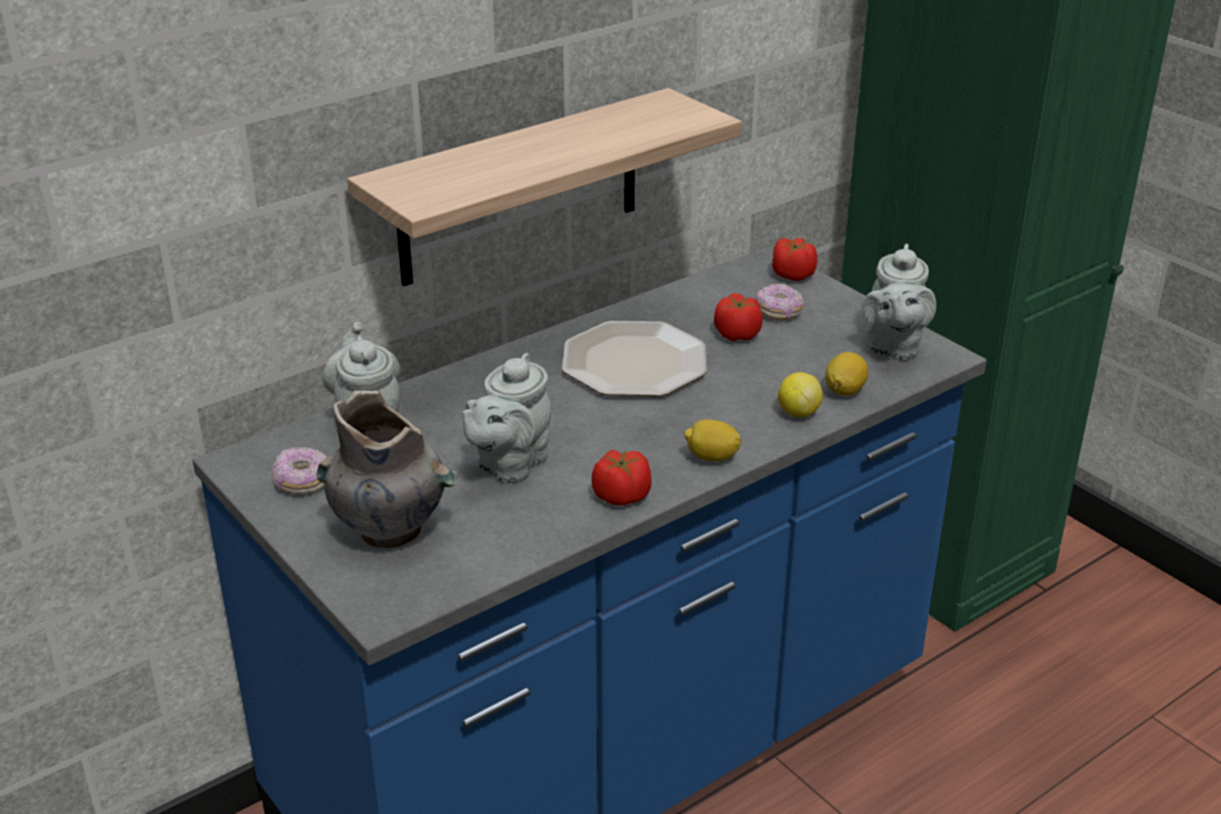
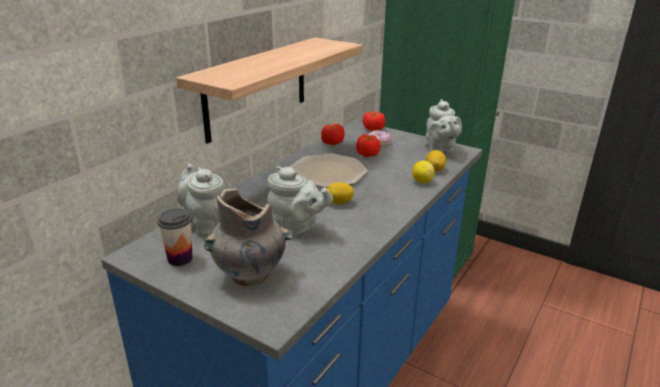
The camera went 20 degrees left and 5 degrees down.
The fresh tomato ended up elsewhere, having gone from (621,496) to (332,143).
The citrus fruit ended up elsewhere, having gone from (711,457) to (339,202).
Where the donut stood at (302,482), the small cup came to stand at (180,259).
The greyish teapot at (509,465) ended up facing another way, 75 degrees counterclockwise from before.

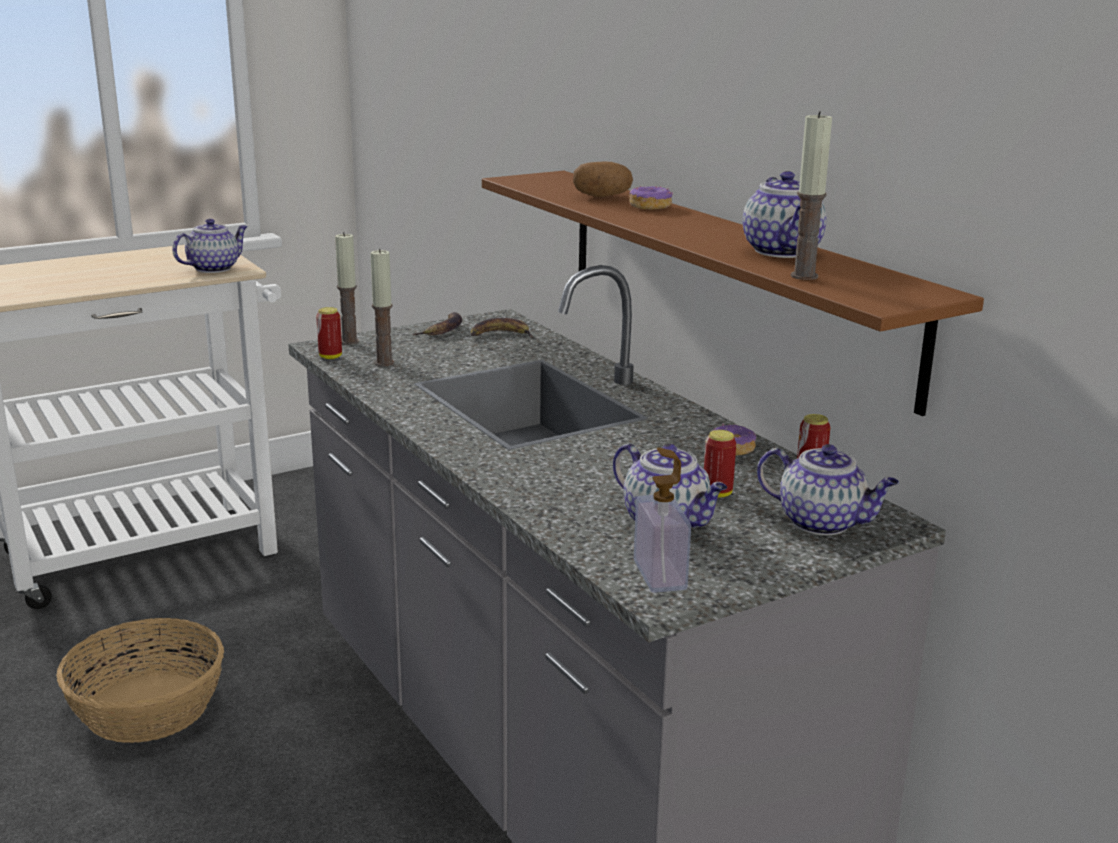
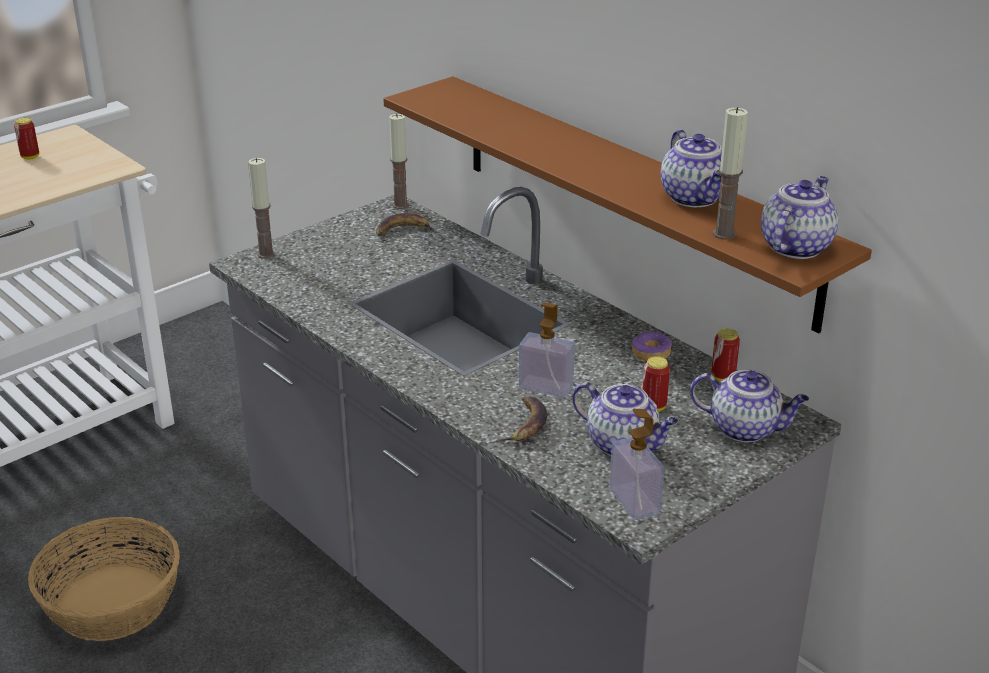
The camera went 10 degrees left and 10 degrees up.
The second view lost the whole potato at (602,196).
The second view lost the donut at (650,206).
The second view gained the soap dispenser at (546,387).
The teapot ended up elsewhere, having gone from (214,268) to (795,246).
The metal can ended up elsewhere, having gone from (330,357) to (30,157).
The wax candle ended up elsewhere, having gone from (384,363) to (400,205).
The whole banana ended up elsewhere, having gone from (442,329) to (525,424).

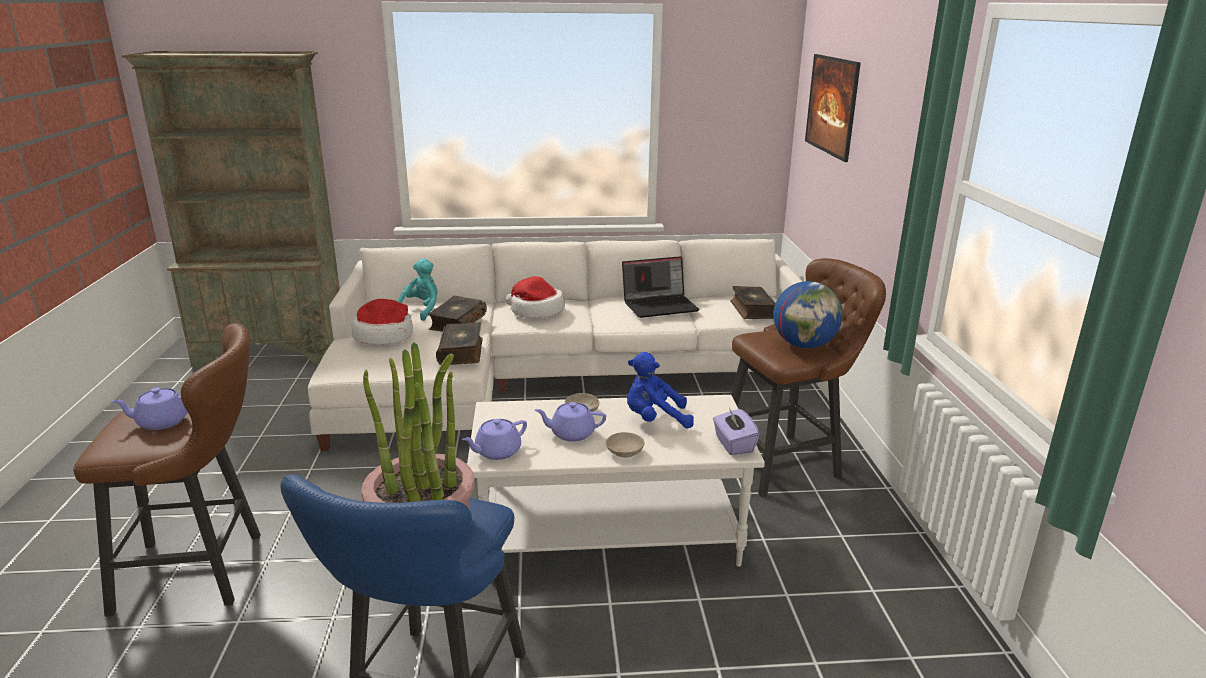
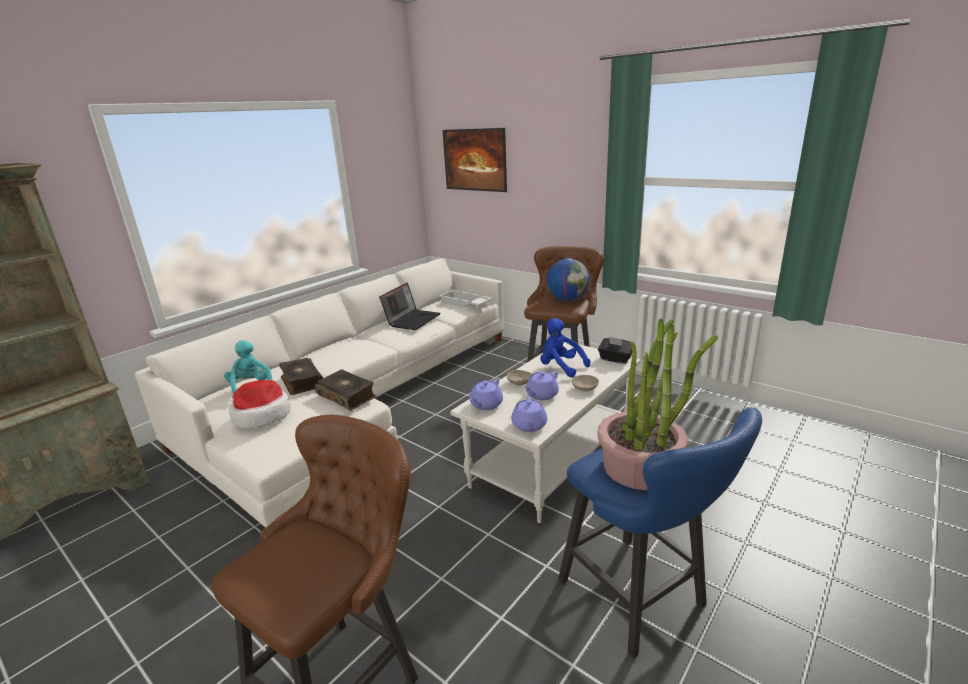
The camera went 45 degrees left and 0 degrees up.
The second view lost the wearable hat at (536,311).
The purple-coloured teapot ended up elsewhere, having gone from (161,422) to (486,405).
Where the volume stood at (752,310), the whitish carrying tray came to stand at (464,303).
What was the purple-coloured box of tissues at (733,444) turned into the black-coloured box of tissues at (615,359).
The bluish soft toy at (655,420) ended up facing another way, 90 degrees clockwise from before.

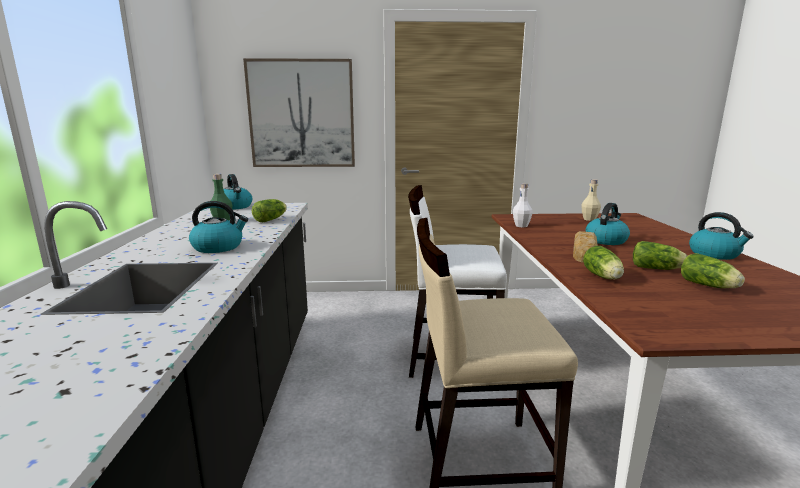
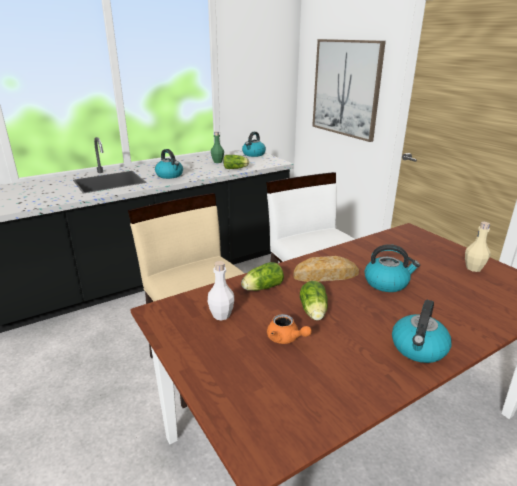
The camera went 60 degrees right and 10 degrees up.
The whitish bottle ended up elsewhere, having gone from (521,226) to (221,315).
Where the head of lettuce stood at (709,286), the orangey teapot came to stand at (286,339).

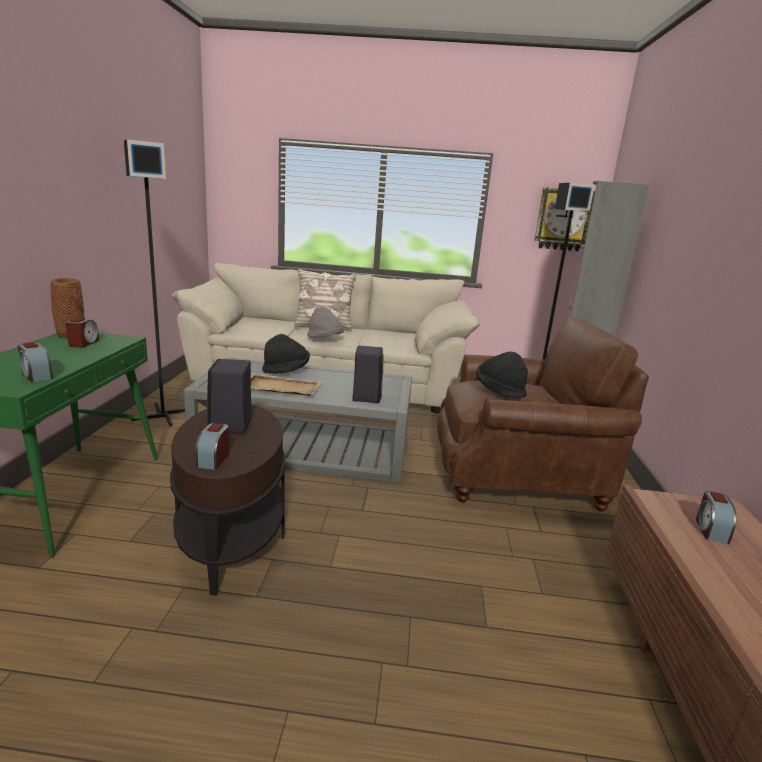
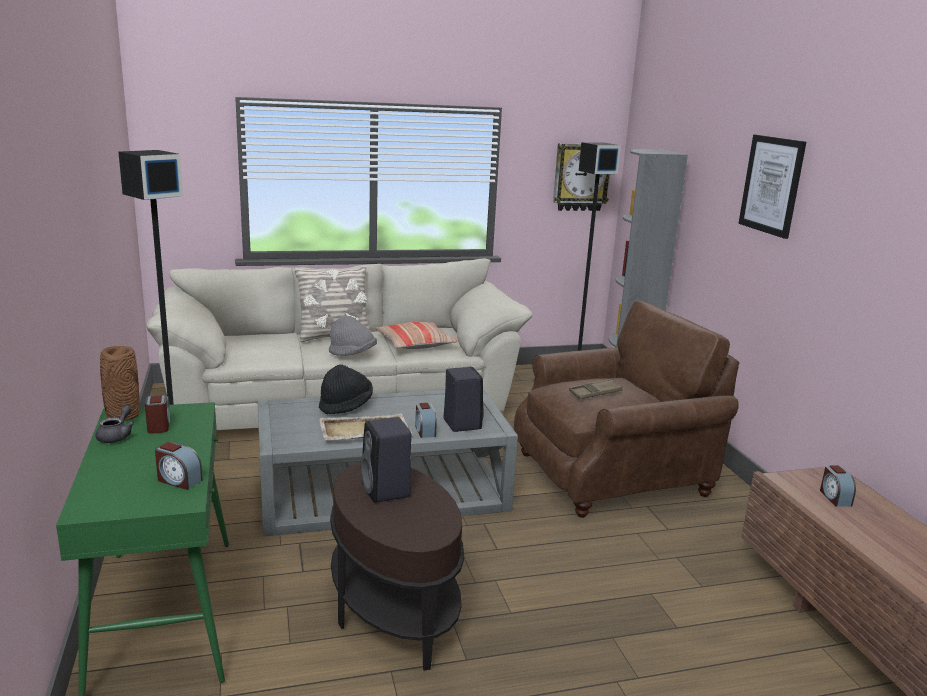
The camera went 20 degrees left and 0 degrees up.
The second view gained the greyish teapot at (117,436).
The second view gained the pillow at (415,344).
The second view gained the wall art at (771,185).
The table clock ended up elsewhere, having gone from (213,459) to (425,431).
Where the black-coloured wearable hat stood at (499,390), the brown-coloured carrying tray came to stand at (595,393).

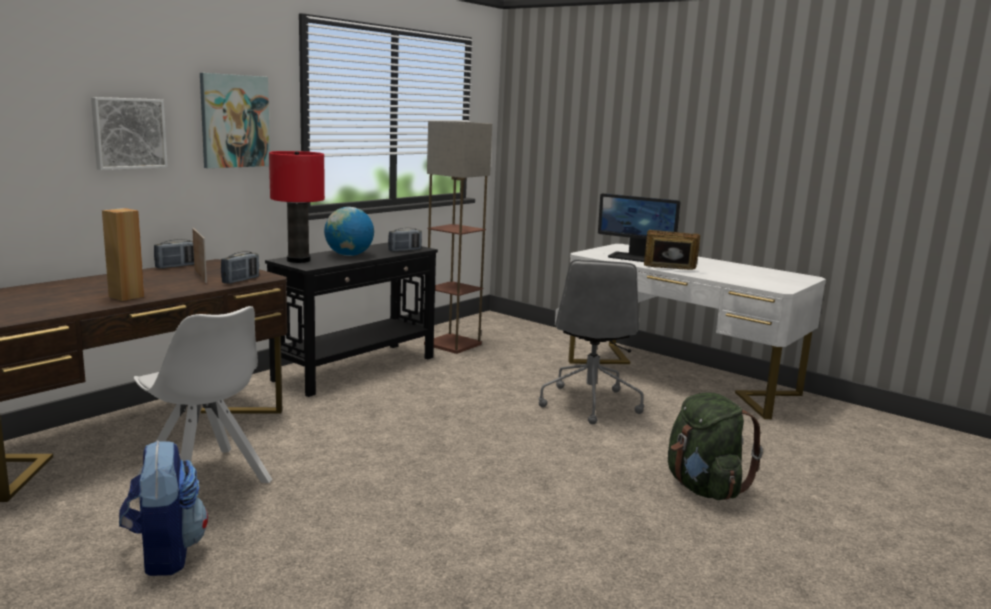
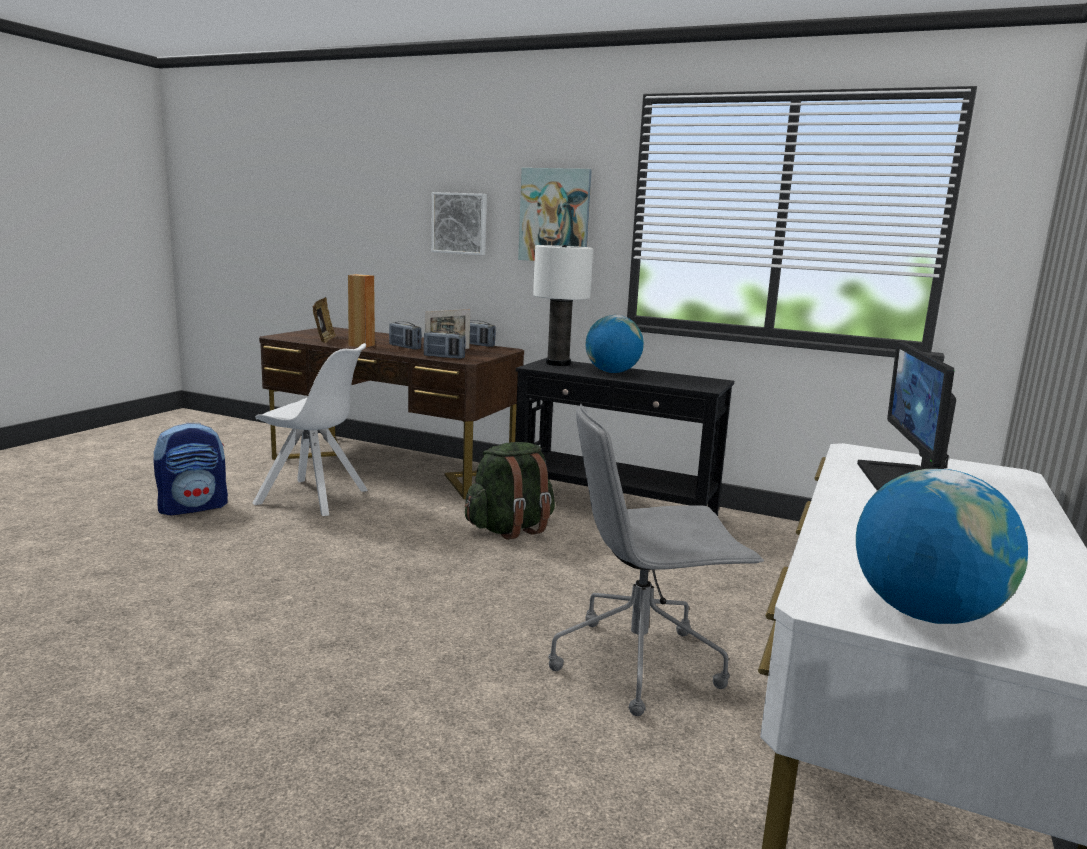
The camera went 75 degrees right and 0 degrees up.
The second view lost the floor lamp at (454,344).
The second view gained the globe at (925,614).
The radio set ended up elsewhere, having gone from (405,250) to (405,347).
The picture frame ended up elsewhere, having gone from (669,269) to (324,340).
The greenish rucksack ended up elsewhere, having gone from (703,488) to (510,528).
What was the reddish table lamp at (298,260) turned into the whitish table lamp at (558,363).
The whitish chair at (205,479) ended up facing another way, 105 degrees counterclockwise from before.

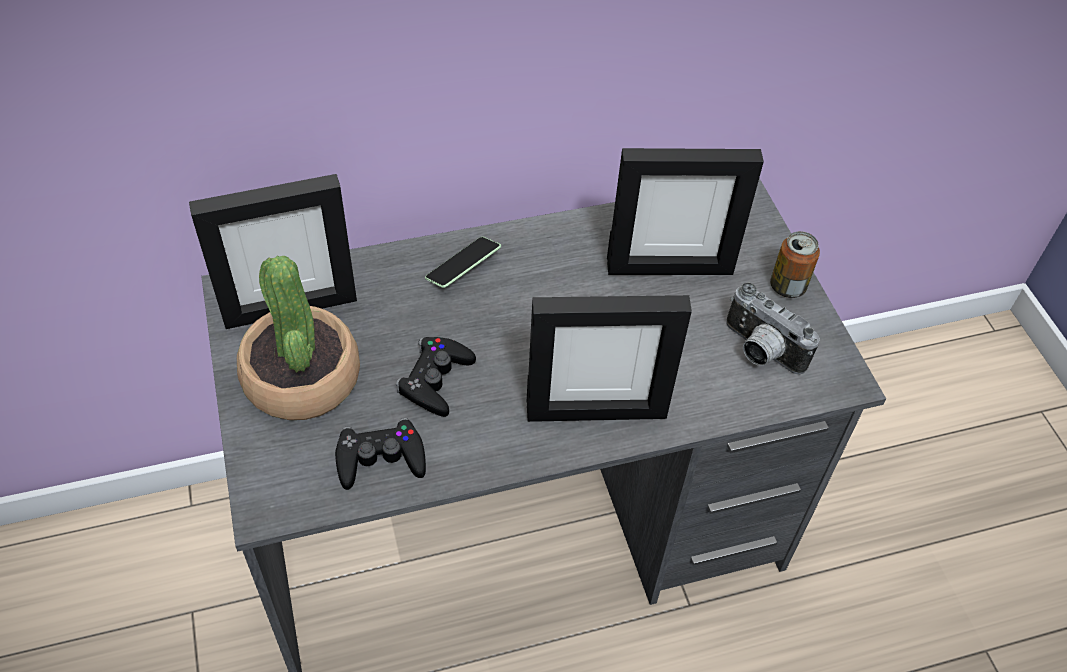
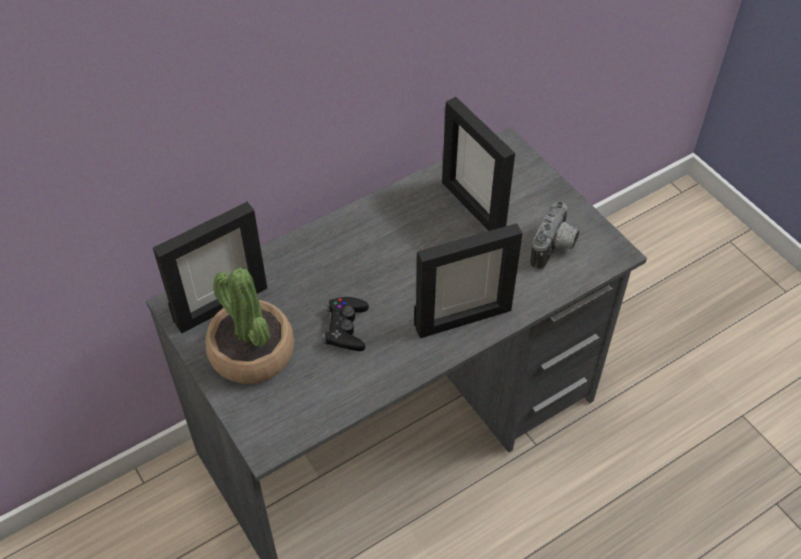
The camera went 15 degrees left and 0 degrees up.
The second view lost the black-coloured game controller at (380,459).
The second view lost the phone at (463,269).
The second view lost the metal can at (787,286).
The picture frame at (669,266) ended up facing another way, 75 degrees clockwise from before.
The photo camera at (759,351) ended up facing another way, 90 degrees counterclockwise from before.

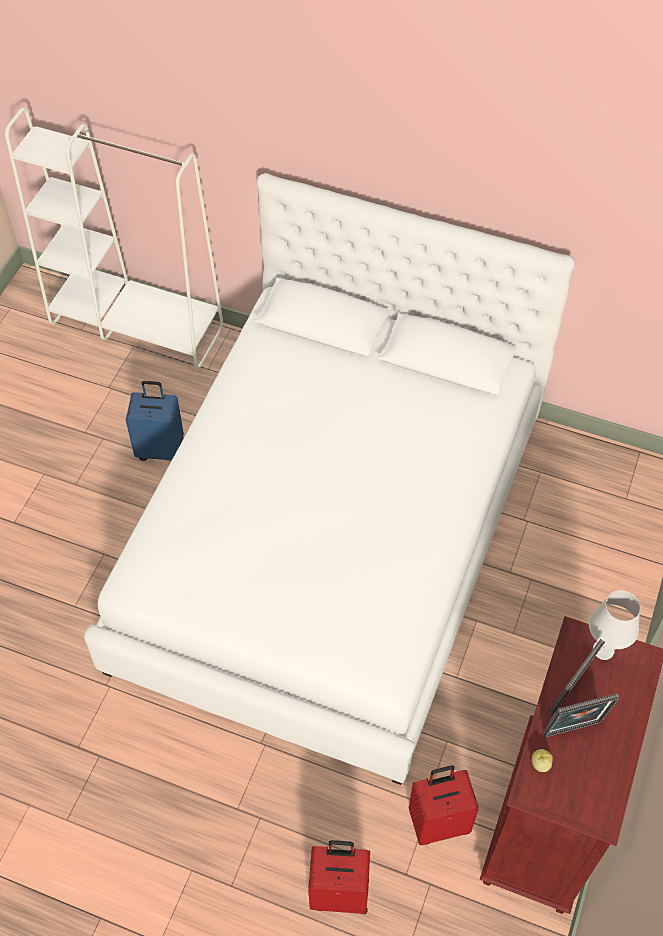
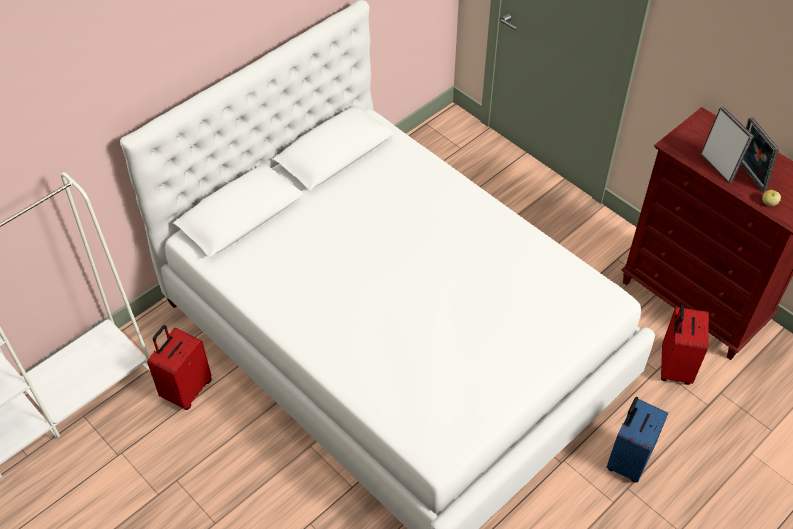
The camera went 65 degrees left and 5 degrees down.
The second view lost the whitish table lamp at (603,649).
The bluish travel case ended up elsewhere, having gone from (161,449) to (627,460).
The reddish travel case ended up elsewhere, having gone from (340,892) to (186,390).
The picture frame at (573,731) ended up facing another way, 150 degrees clockwise from before.

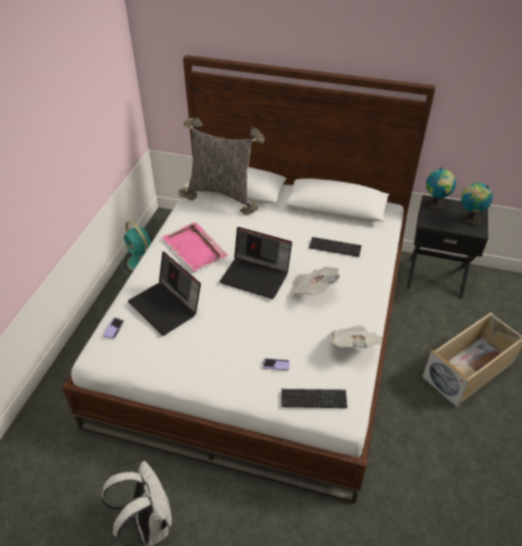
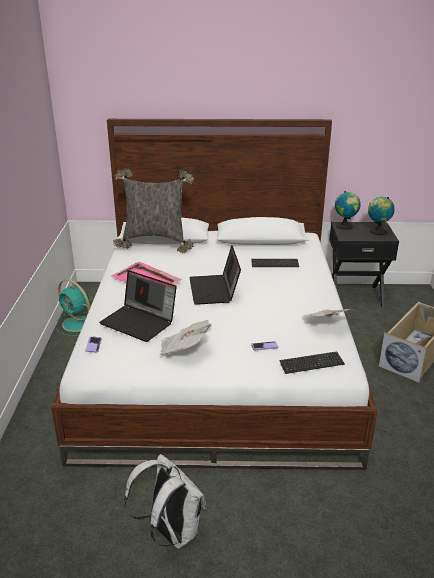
The camera went 15 degrees left and 15 degrees down.
The daily paper ended up elsewhere, having gone from (313,290) to (184,349).
The notebook computer at (256,276) ended up facing another way, 75 degrees clockwise from before.

